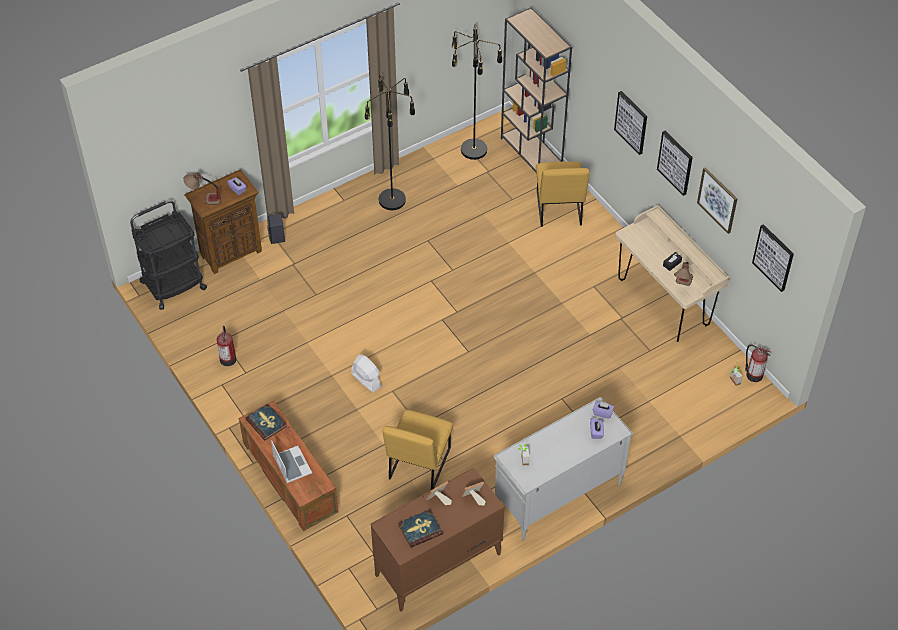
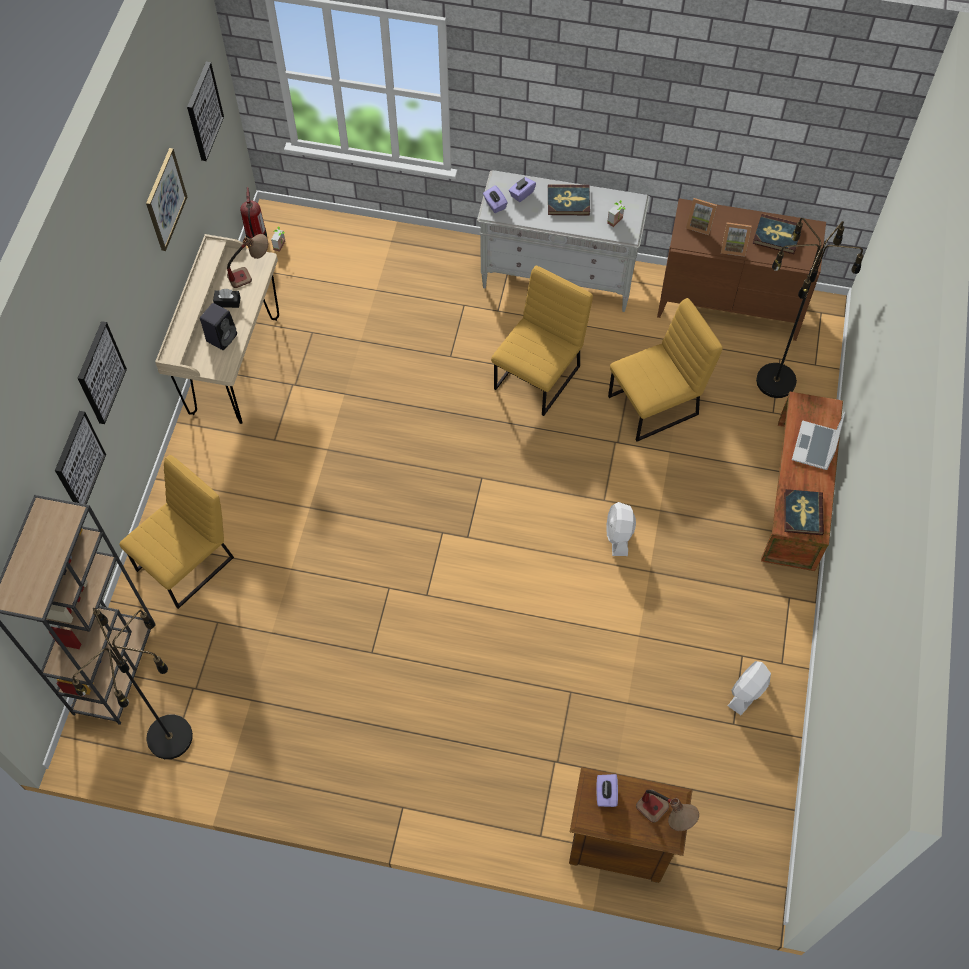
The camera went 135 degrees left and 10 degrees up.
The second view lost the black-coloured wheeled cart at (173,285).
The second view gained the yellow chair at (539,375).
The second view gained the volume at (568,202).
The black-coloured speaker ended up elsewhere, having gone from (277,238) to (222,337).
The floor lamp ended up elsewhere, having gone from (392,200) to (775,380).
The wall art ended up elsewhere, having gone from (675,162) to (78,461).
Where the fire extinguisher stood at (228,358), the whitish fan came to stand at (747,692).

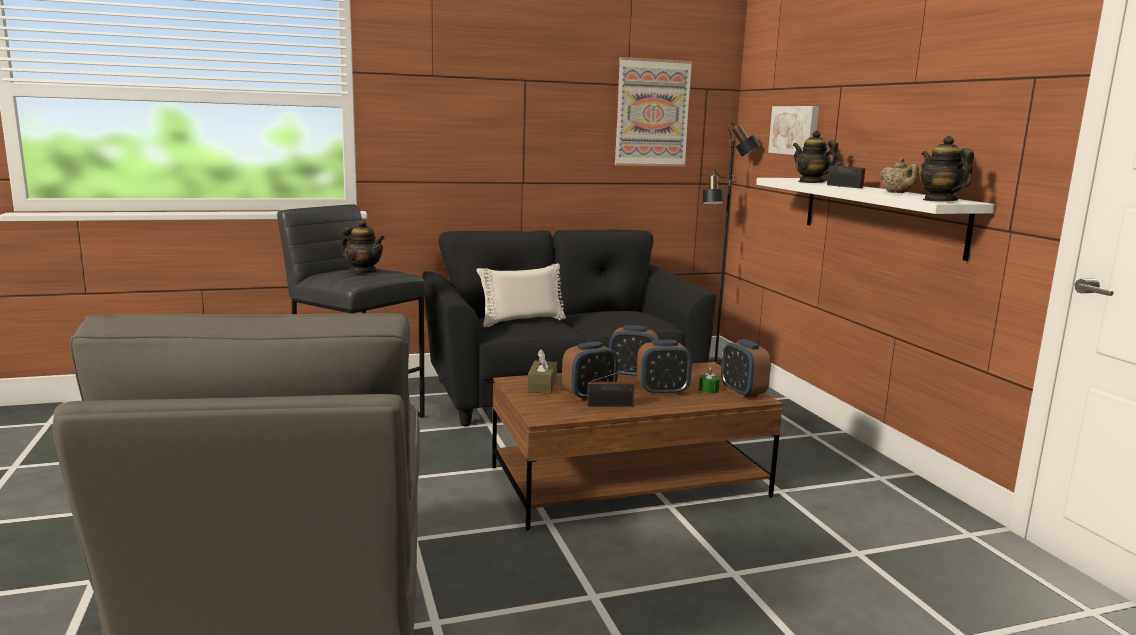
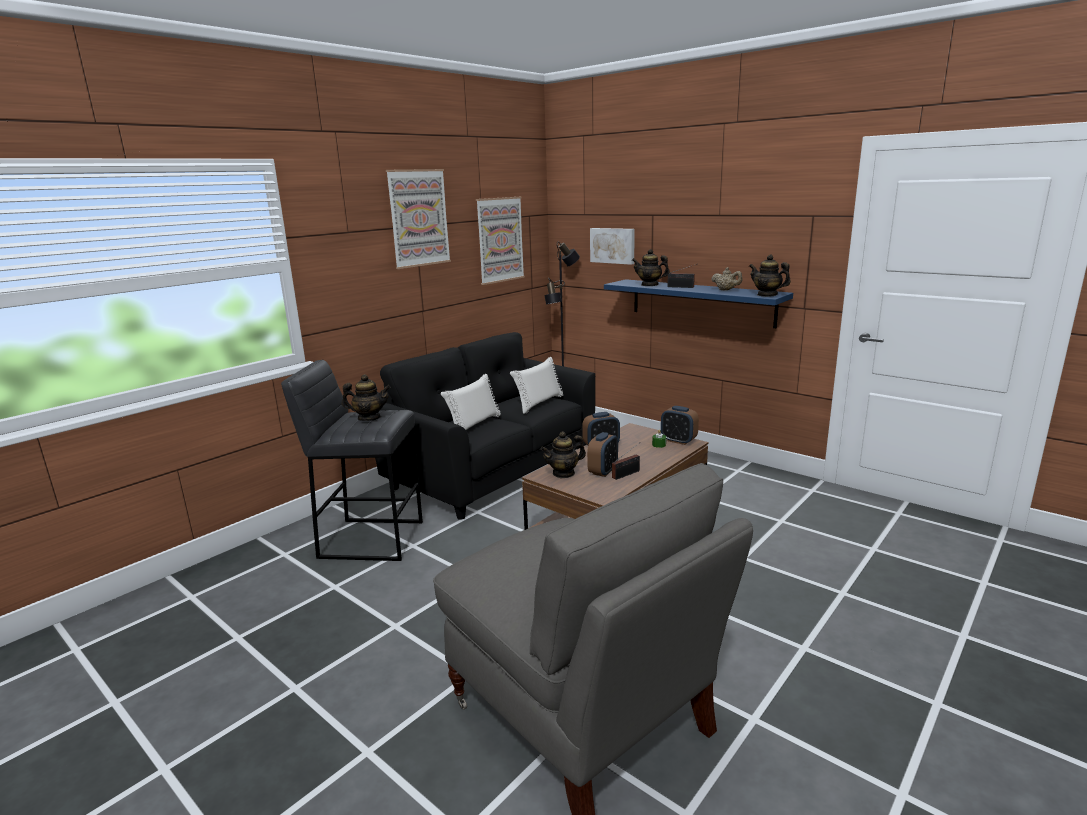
The camera went 30 degrees left and 5 degrees up.
The second view lost the table clock at (662,392).
The second view gained the wall art at (418,218).
The second view gained the whitish pillow at (538,403).
Where the brown-coloured box of tissues stood at (542,386), the teapot came to stand at (564,473).
What was the whitish bracket shelf at (880,214) turned into the bluish bracket shelf at (701,302).

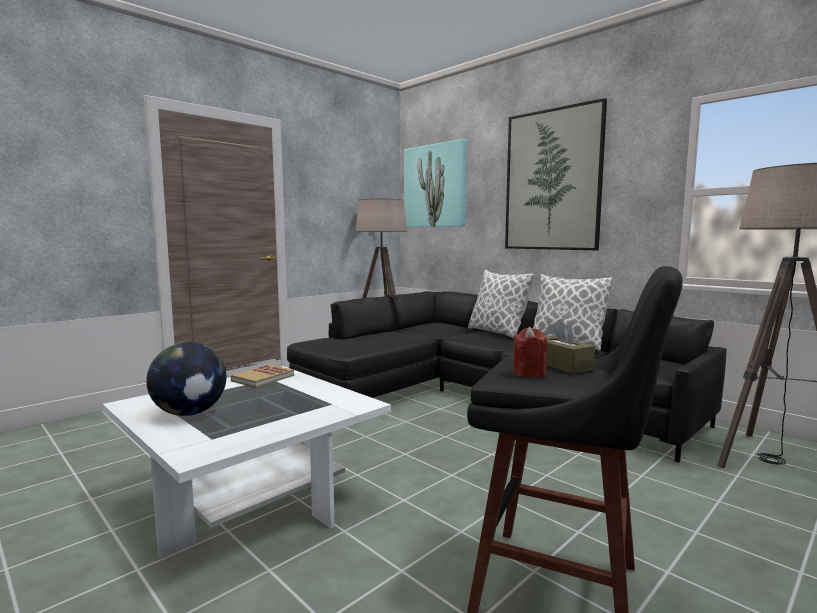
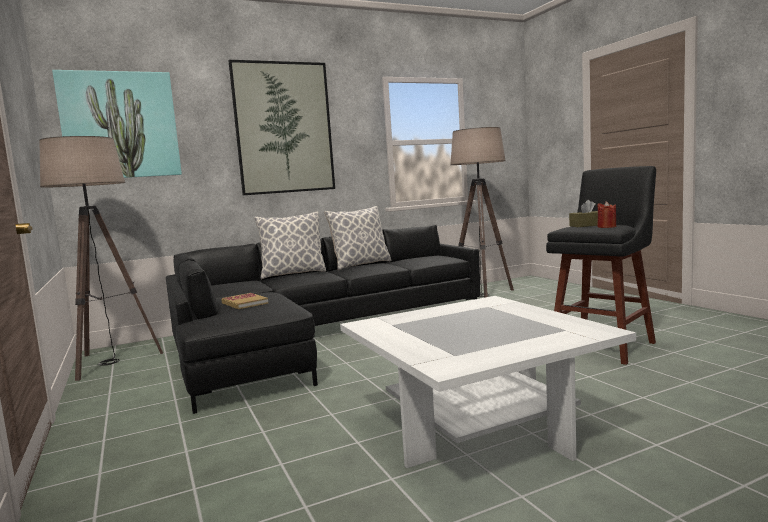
The camera went 70 degrees left and 0 degrees up.
The second view lost the globe at (190,413).
The volume ended up elsewhere, having gone from (263,378) to (244,303).

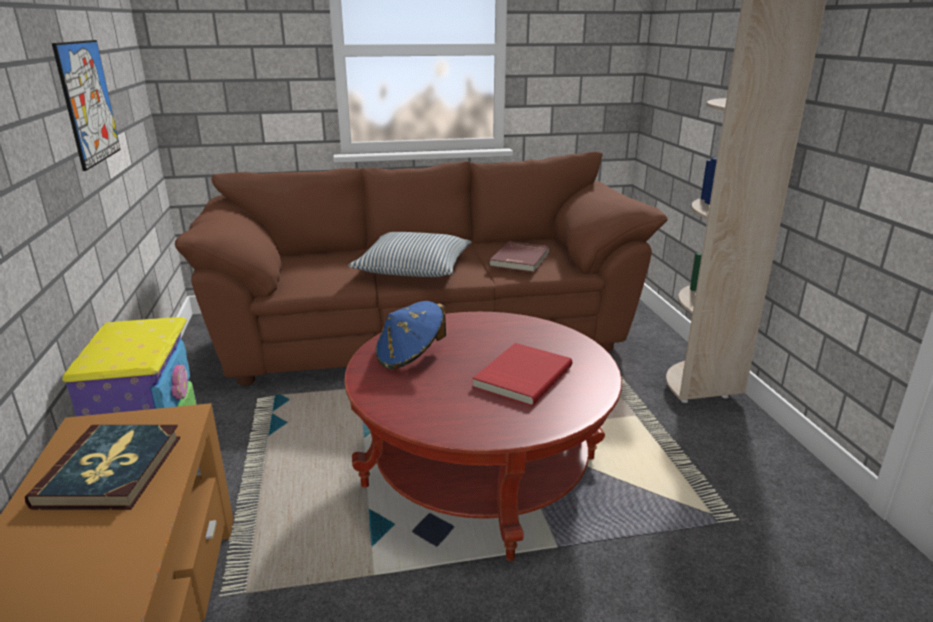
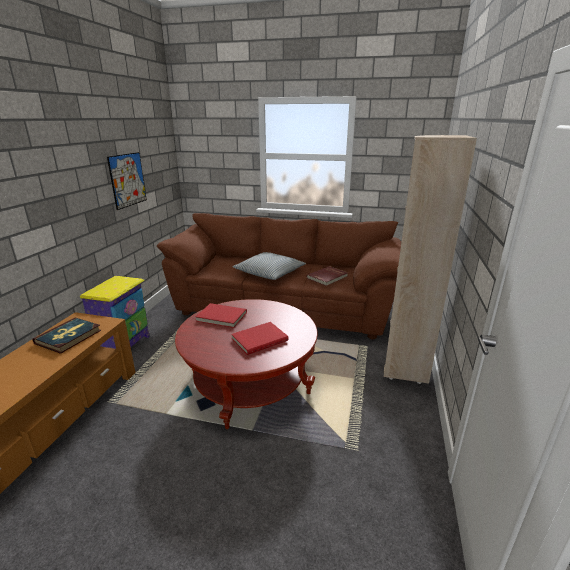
The camera went 25 degrees right and 0 degrees up.
Where the bluish wearable hat stood at (410,356), the reddish volume came to stand at (221,317).

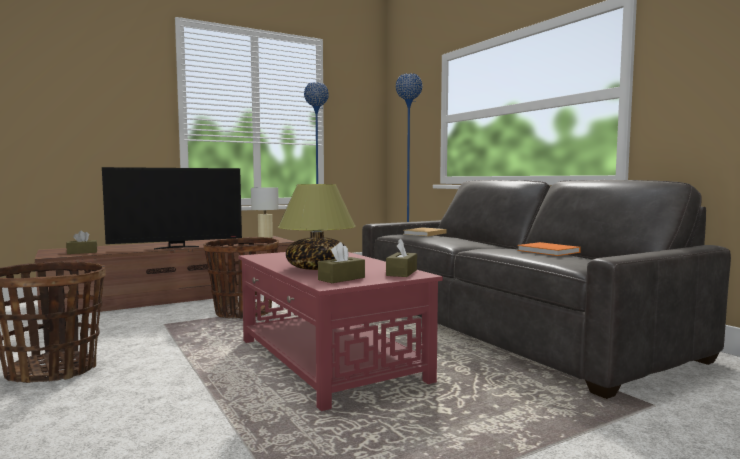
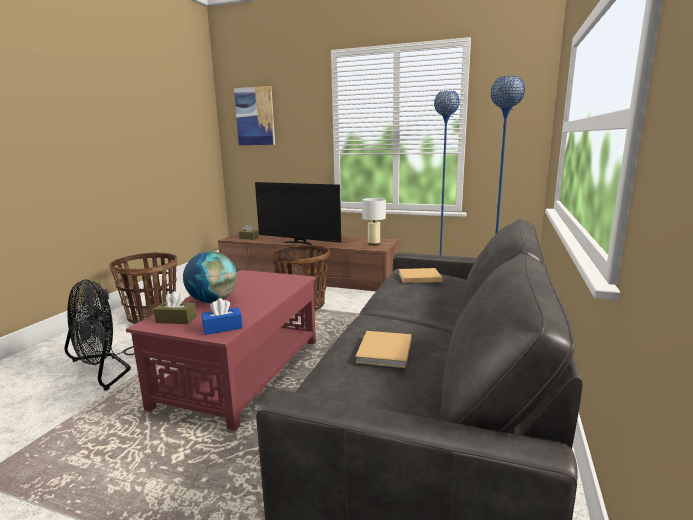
The camera went 50 degrees right and 10 degrees up.
The second view gained the black-coloured fan at (107,366).
The second view gained the wall art at (255,116).
Where the table lamp stood at (316,268), the globe came to stand at (213,301).
What was the brown-coloured box of tissues at (401,273) turned into the bluish box of tissues at (222,328).
What was the orangey volume at (549,251) turned into the sand-coloured volume at (384,352).

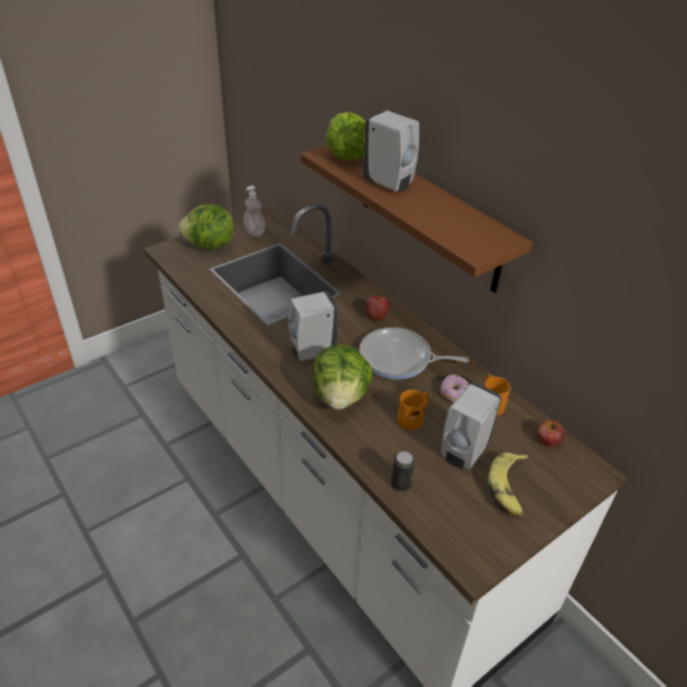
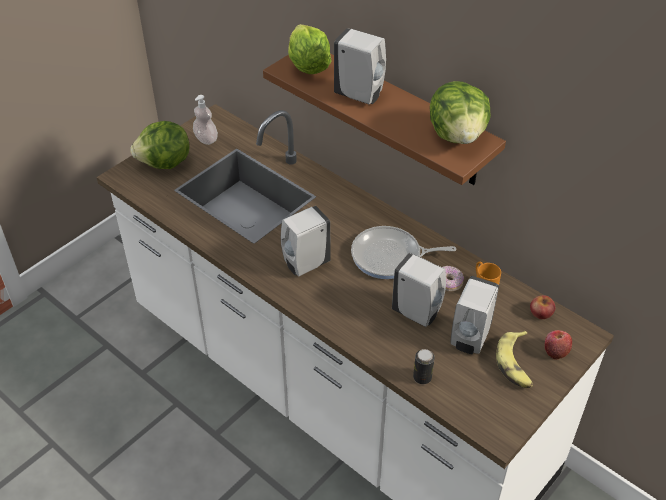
The camera went 10 degrees left and 5 degrees up.
The head of lettuce ended up elsewhere, having gone from (341,396) to (458,135).
The apple fruit ended up elsewhere, having gone from (376,315) to (555,351).
Where the orangey coffee mug stood at (413,417), the whitish soap dispenser came to stand at (418,313).

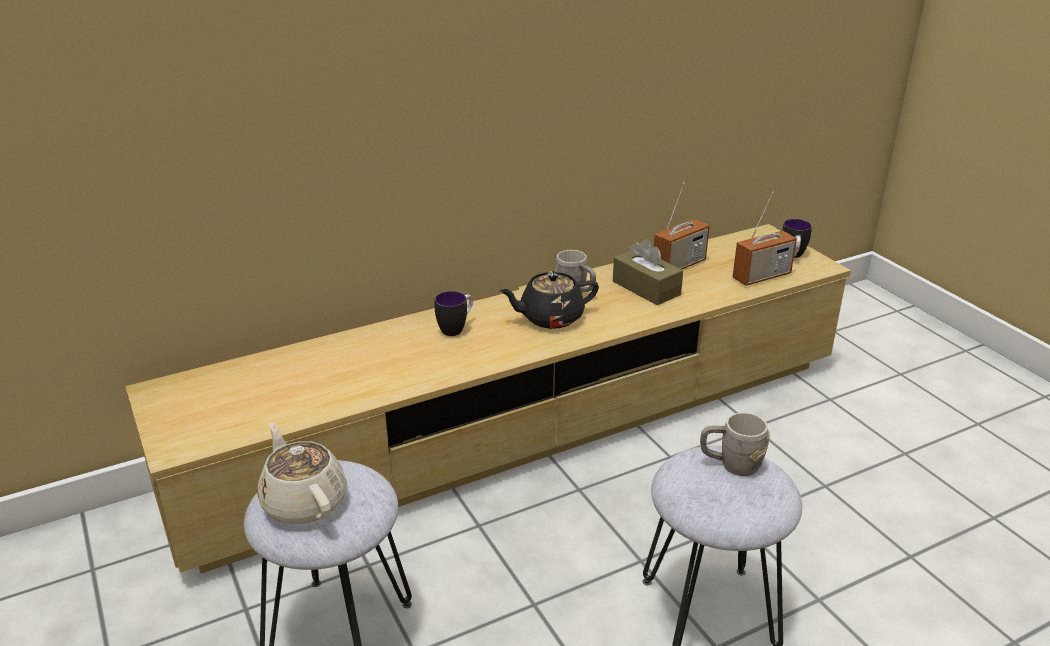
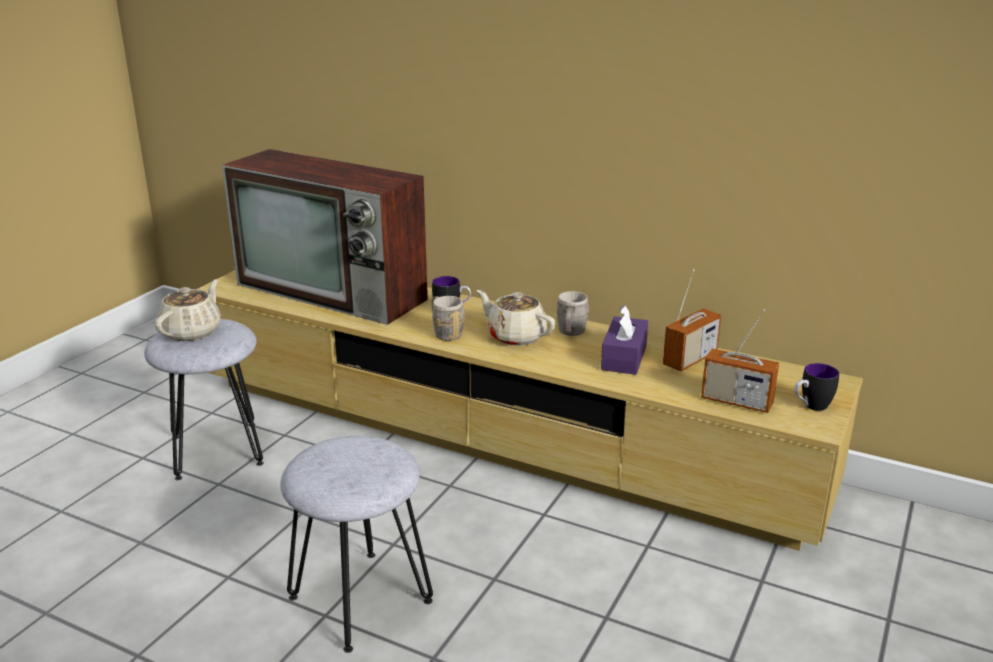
The camera went 55 degrees right and 5 degrees down.
The second view gained the television at (334,292).
The greyish coffee mug ended up elsewhere, having gone from (731,464) to (445,332).
What was the black-coloured teapot at (550,318) turned into the sand-coloured teapot at (515,336).
What was the brown-coloured box of tissues at (646,288) turned into the purple-coloured box of tissues at (624,357).
The radio set at (679,265) ended up facing another way, 60 degrees counterclockwise from before.

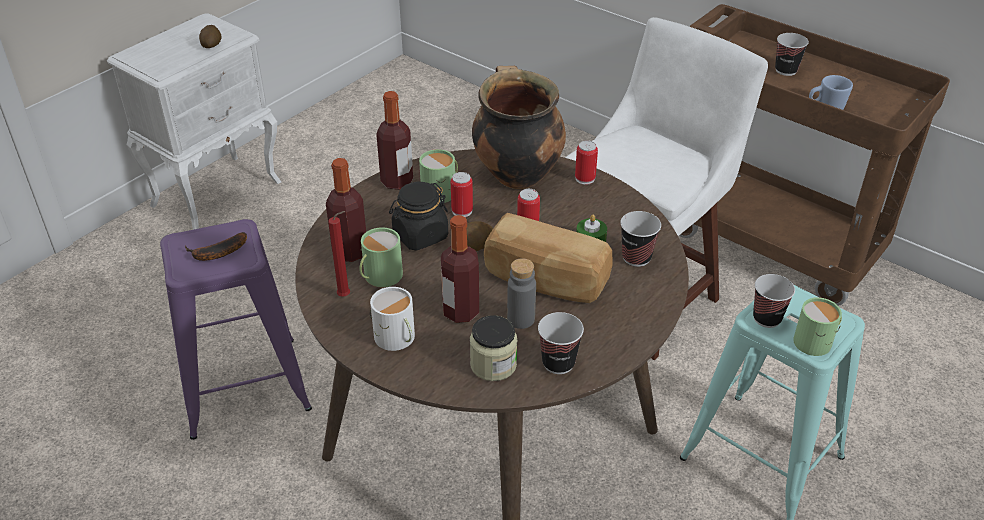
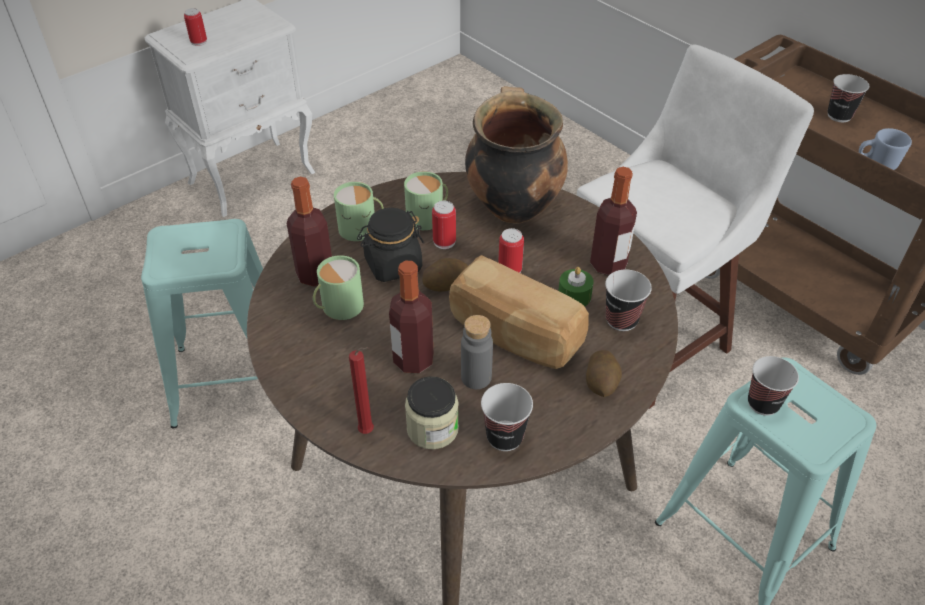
The camera went 10 degrees right and 5 degrees up.
The second view lost the whole banana at (216,253).
The second view lost the whitish coffee mug at (396,339).
The whole potato ended up elsewhere, having gone from (212,45) to (602,383).
The reddish wax candle ended up elsewhere, having gone from (346,296) to (368,431).
The bottle ended up elsewhere, having gone from (397,181) to (608,264).
The metal can ended up elsewhere, having gone from (585,178) to (199,42).
The greenish coffee mug ended up elsewhere, having gone from (816,341) to (361,228).
What was the purple-coloured stool seat at (244,387) turned into the blue-green stool seat at (233,380).

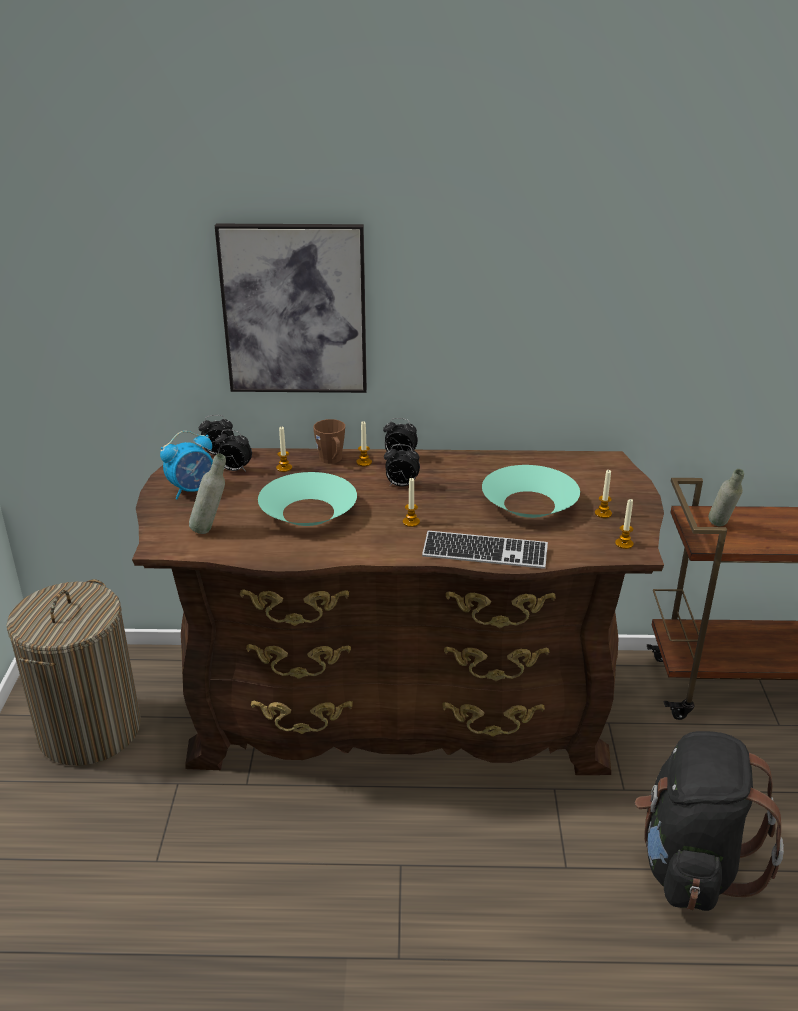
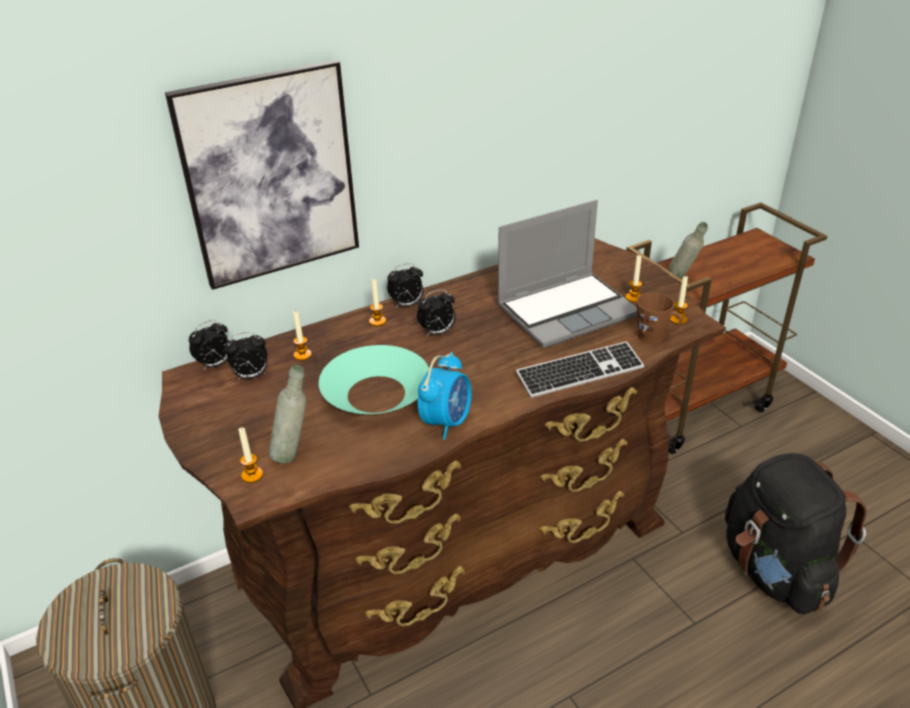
The camera went 30 degrees left and 5 degrees up.
The table clock ended up elsewhere, having gone from (193,490) to (446,422).
The brown-coloured coffee mug ended up elsewhere, having gone from (332,460) to (656,338).
The wax candle ended up elsewhere, having gone from (411,522) to (252,475).
Where the blue-green deep dish stood at (530,504), the notebook computer came to stand at (567,310).

